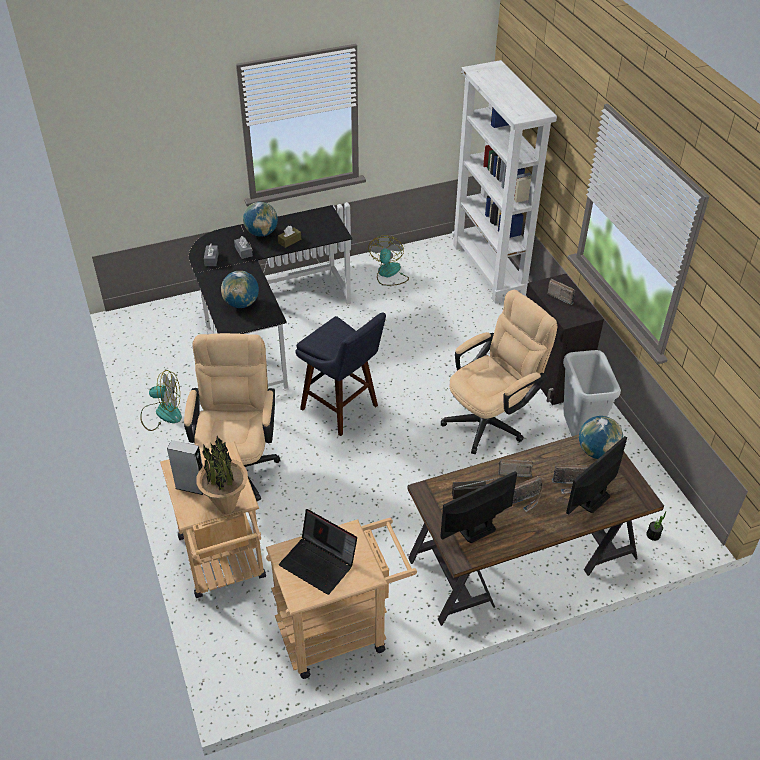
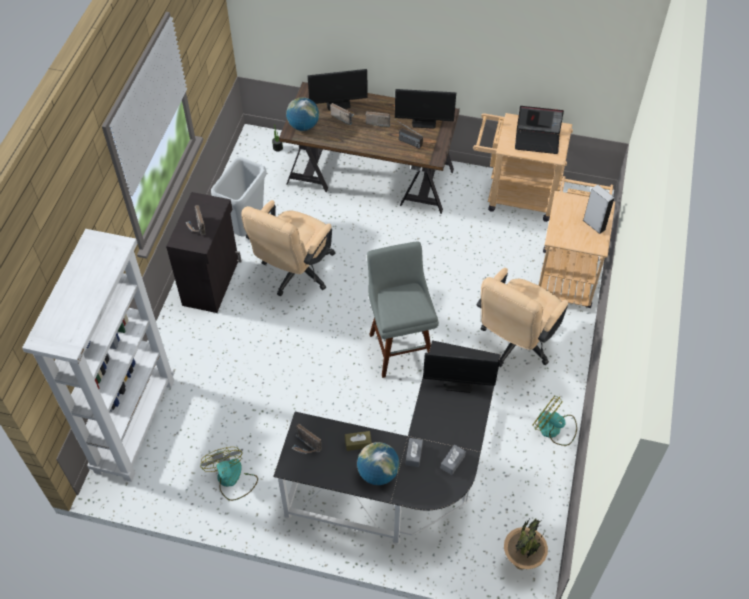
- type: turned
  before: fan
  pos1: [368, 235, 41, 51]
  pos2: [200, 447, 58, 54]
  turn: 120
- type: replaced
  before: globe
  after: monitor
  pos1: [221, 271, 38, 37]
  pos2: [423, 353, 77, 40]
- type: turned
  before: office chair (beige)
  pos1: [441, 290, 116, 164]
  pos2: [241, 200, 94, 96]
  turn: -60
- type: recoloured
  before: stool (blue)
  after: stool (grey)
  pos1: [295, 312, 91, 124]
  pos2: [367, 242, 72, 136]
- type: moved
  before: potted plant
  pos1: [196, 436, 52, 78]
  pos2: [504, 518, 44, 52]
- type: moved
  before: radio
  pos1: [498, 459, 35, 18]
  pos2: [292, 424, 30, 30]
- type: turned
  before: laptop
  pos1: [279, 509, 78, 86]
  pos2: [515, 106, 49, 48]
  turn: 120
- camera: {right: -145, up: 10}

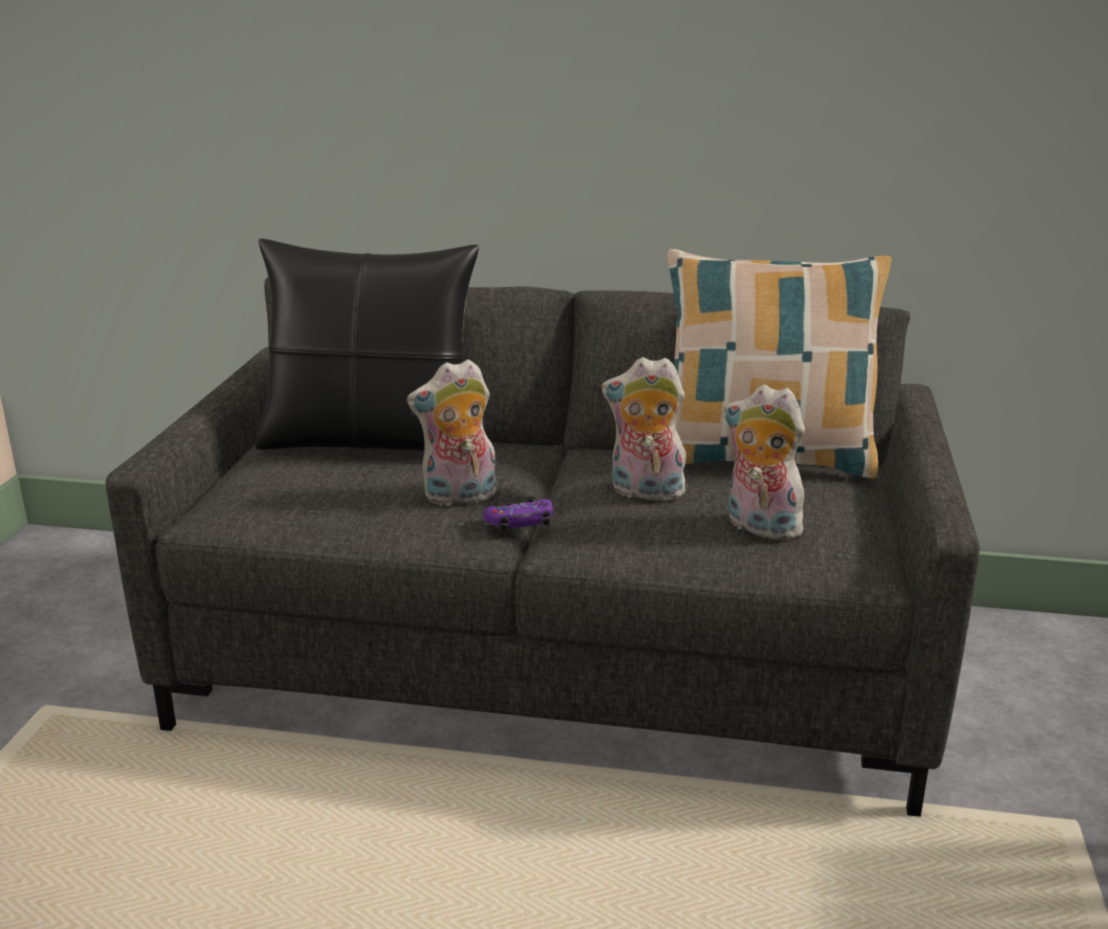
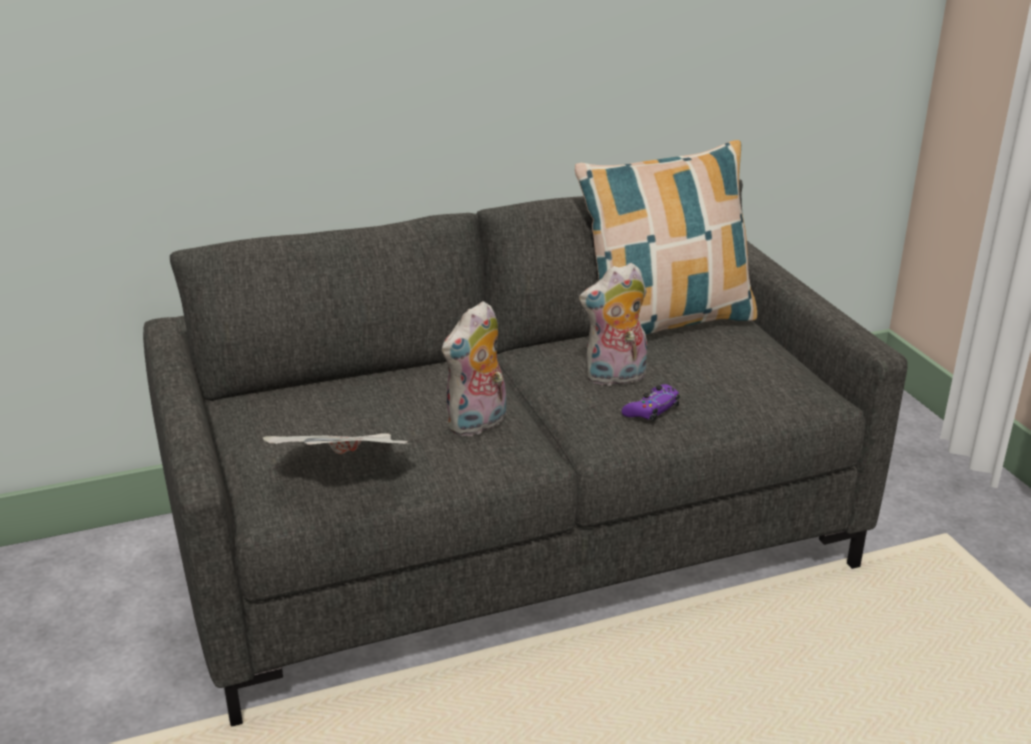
- type: removed
  before: pillow (black)
  pos1: [255, 239, 224, 212]
- type: removed
  before: plush toy
  pos1: [723, 385, 89, 156]
- type: moved
  before: game controller (purple)
  pos1: [483, 496, 70, 35]
  pos2: [622, 384, 58, 37]
- type: added
  after: newspaper
  pos2: [263, 433, 147, 21]
- camera: {right: -30, up: 5}

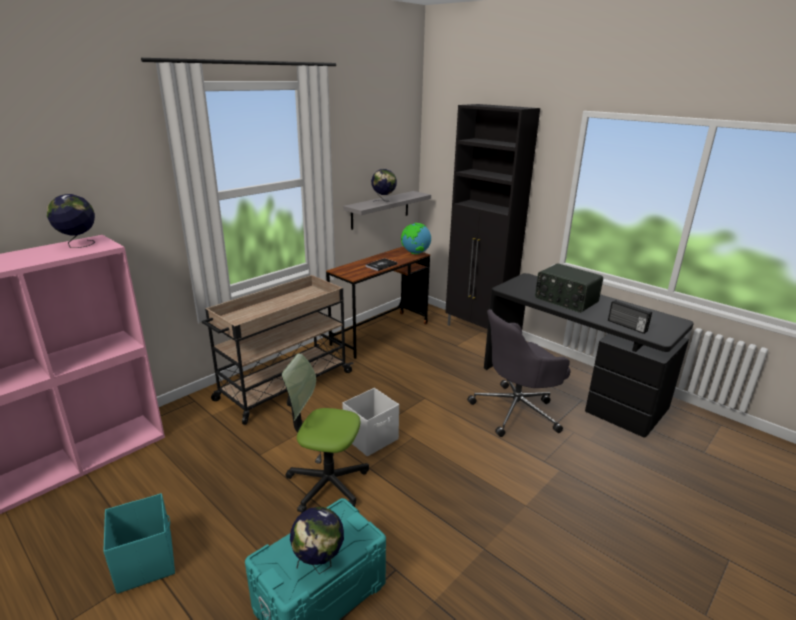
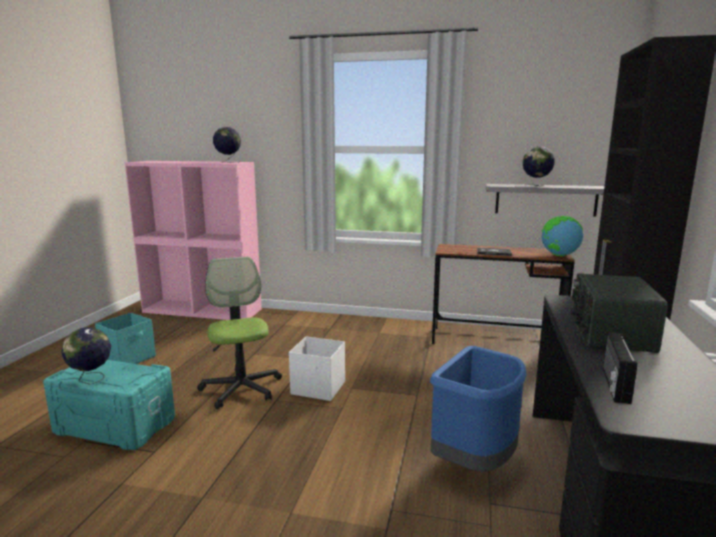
- type: removed
  before: cart (beige)
  pos1: [202, 275, 151, 150]
- type: replaced
  before: office chair (grey)
  after: trash can (blue)
  pos1: [467, 309, 103, 128]
  pos2: [430, 346, 96, 126]
- camera: {right: 60, up: -10}

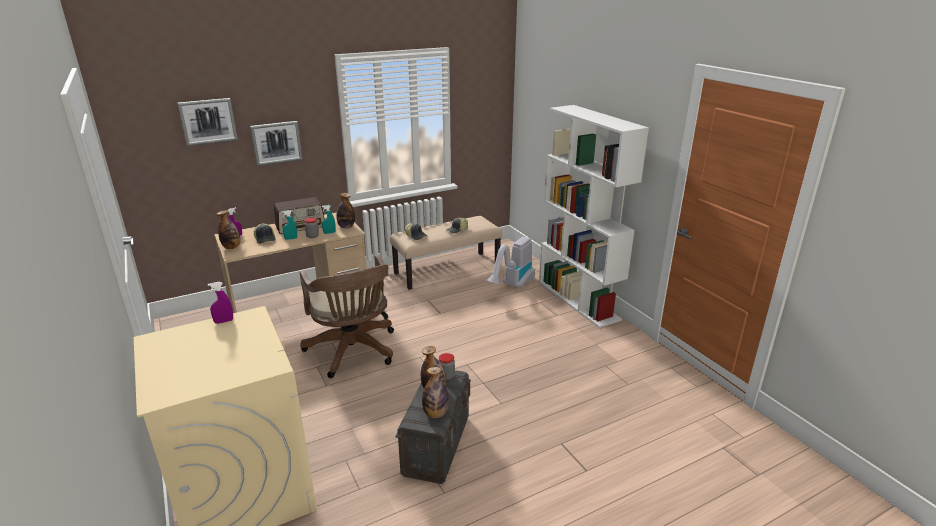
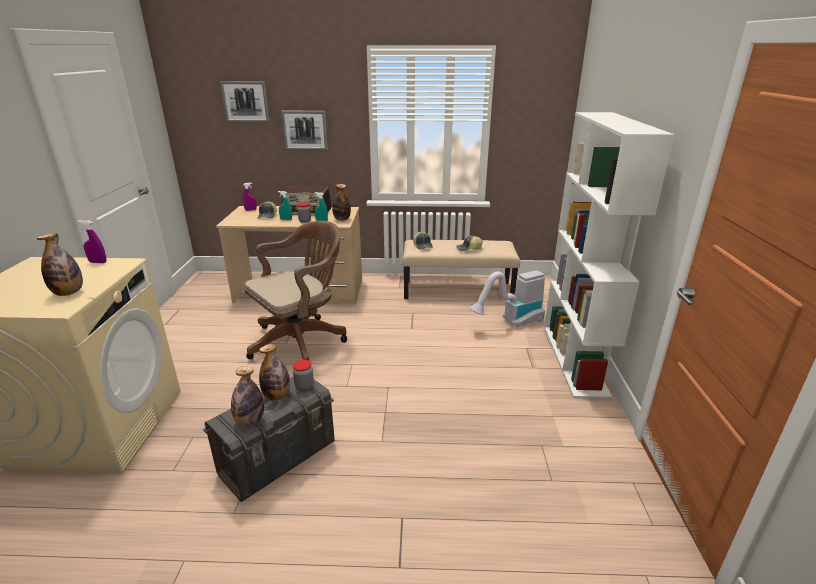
- type: moved
  before: bottle
  pos1: [217, 210, 24, 39]
  pos2: [37, 233, 46, 63]
- type: turned
  before: office chair (brown)
  pos1: [300, 255, 94, 123]
  pos2: [244, 221, 103, 140]
  turn: -135
- camera: {right: 30, up: 0}

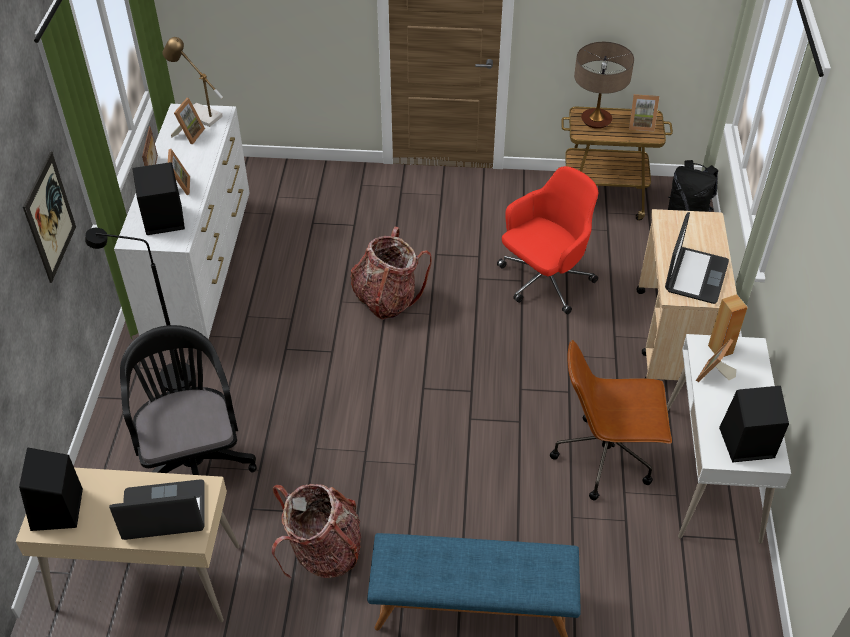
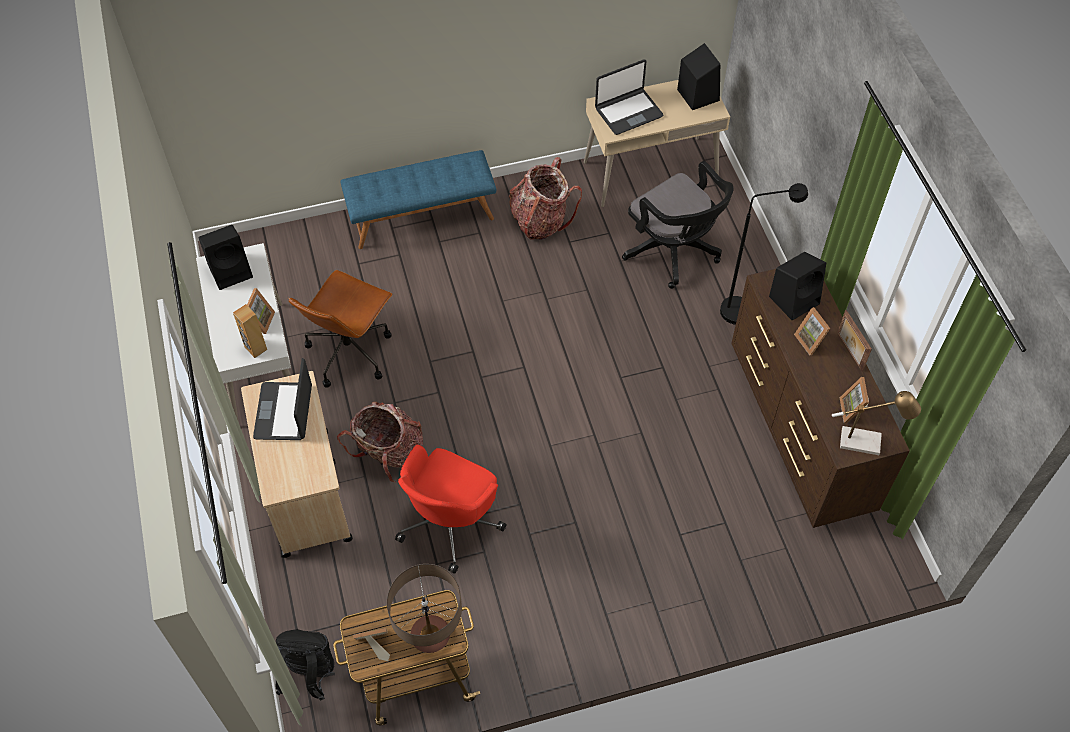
- type: recoloured
  before: dresser (white)
  after: dresser (brown)
  pos1: [114, 104, 136, 235]
  pos2: [731, 269, 179, 259]
- type: removed
  before: picture
  pos1: [23, 151, 53, 132]
- type: moved
  before: backpack
  pos1: [350, 227, 82, 93]
  pos2: [337, 402, 86, 81]
- type: turned
  before: office chair (brown)
  pos1: [550, 340, 122, 160]
  pos2: [288, 270, 105, 118]
  turn: 135
- camera: {right: 160, up: 10}

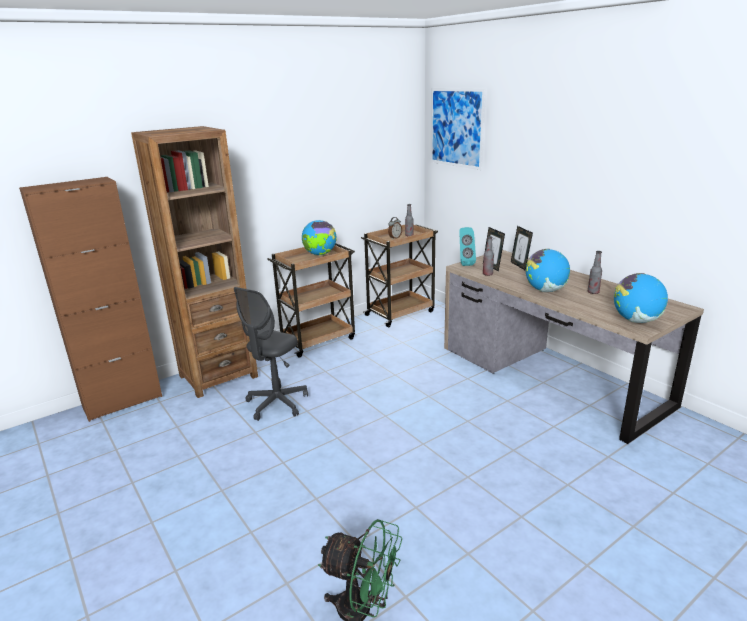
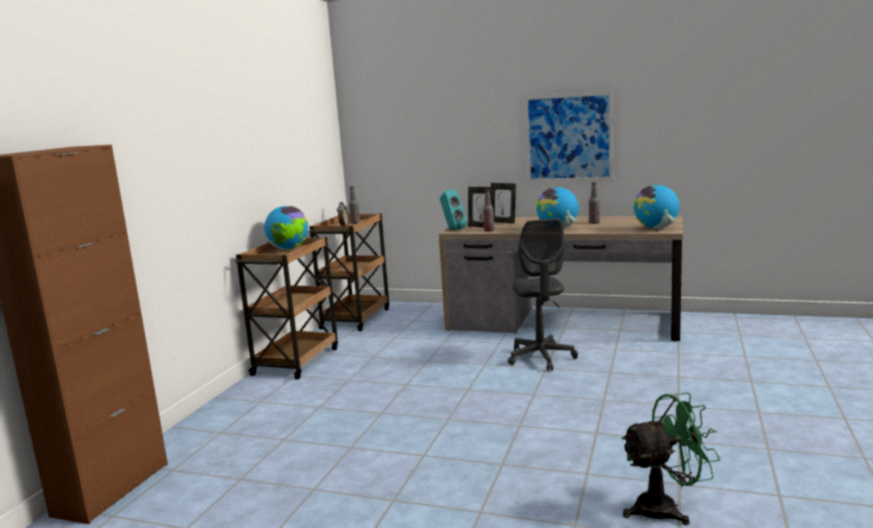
- type: moved
  before: picture
  pos1: [430, 88, 56, 82]
  pos2: [525, 91, 88, 91]
- type: removed
  before: bookcase (brown)
  pos1: [131, 126, 127, 272]
- type: moved
  before: office chair (grey)
  pos1: [234, 287, 74, 134]
  pos2: [508, 218, 70, 153]
- camera: {right: -35, up: -10}

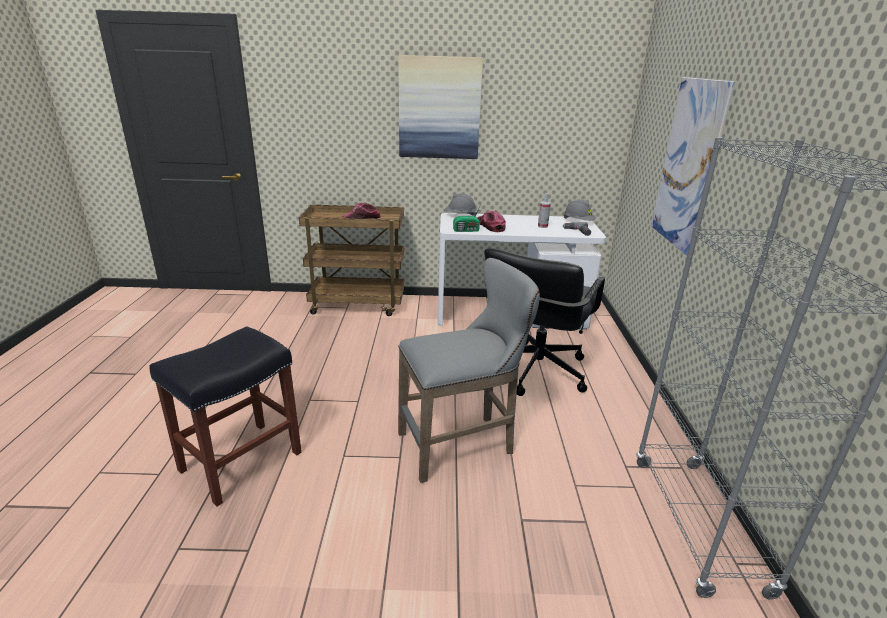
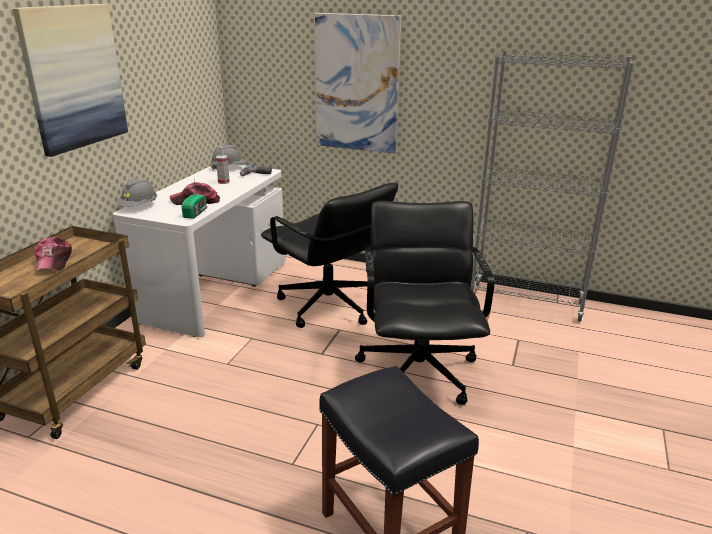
- type: replaced
  before: stool (grey)
  after: office chair (black)
  pos1: [398, 258, 142, 225]
  pos2: [355, 201, 139, 204]
- camera: {right: -70, up: 0}

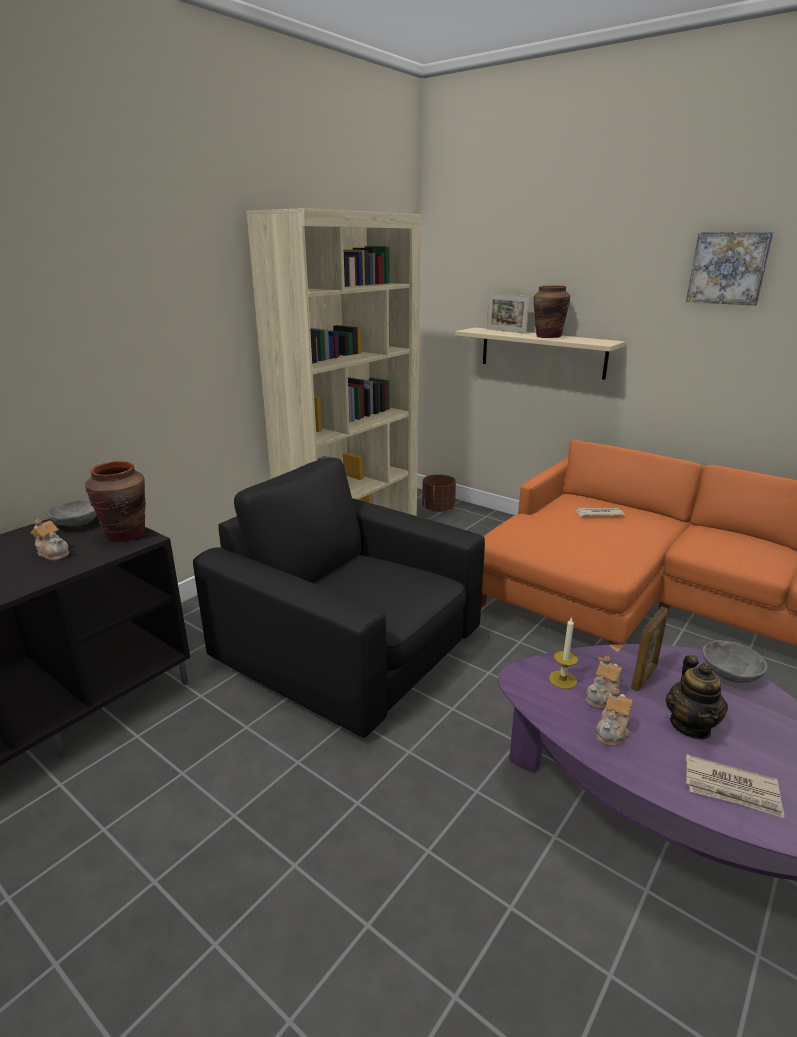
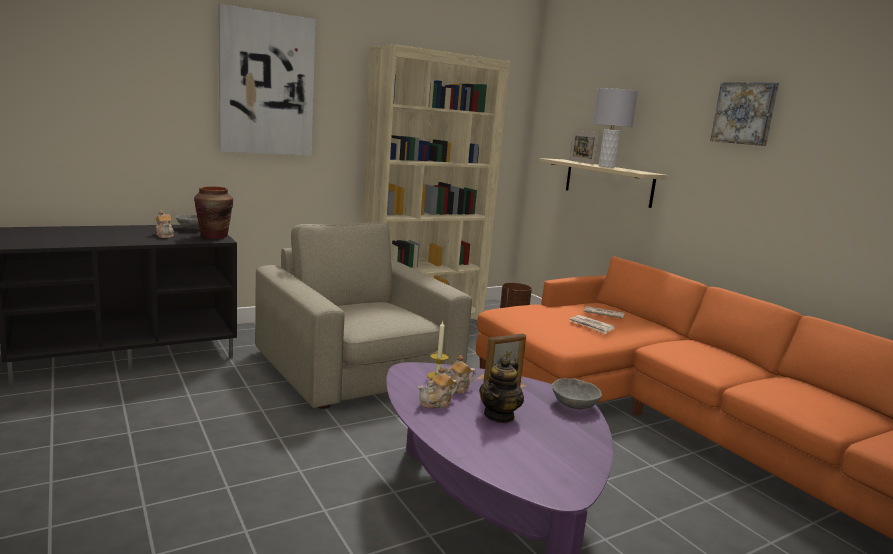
- type: replaced
  before: vase (brown)
  after: table lamp (grey)
  pos1: [533, 286, 37, 52]
  pos2: [593, 88, 45, 80]
- type: recoloured
  before: armchair (black)
  after: armchair (beige)
  pos1: [193, 458, 292, 280]
  pos2: [255, 222, 217, 187]
- type: moved
  before: newspaper
  pos1: [686, 755, 98, 63]
  pos2: [570, 315, 45, 19]
- type: added
  after: picture
  pos2: [218, 4, 98, 152]
- camera: {right: 20, up: -10}

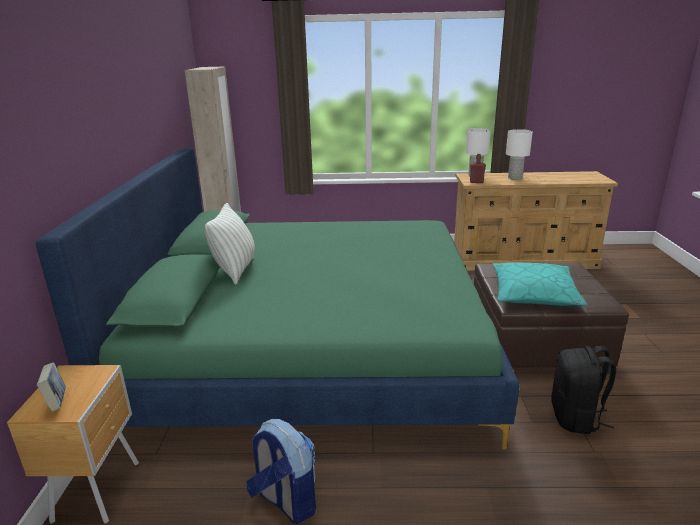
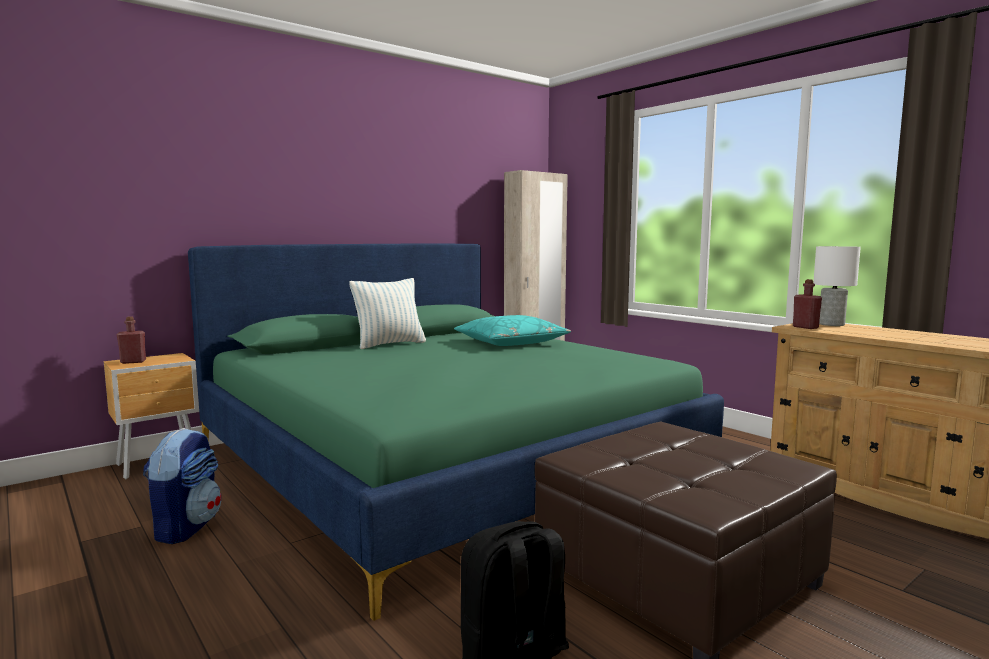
- type: removed
  before: table lamp (white)
  pos1: [506, 129, 27, 51]
- type: moved
  before: pillow (turquoise)
  pos1: [492, 262, 95, 44]
  pos2: [454, 315, 117, 31]
- type: replaced
  before: book
  after: bottle (red)
  pos1: [37, 362, 29, 50]
  pos2: [116, 316, 30, 48]
- camera: {right: 50, up: -15}

